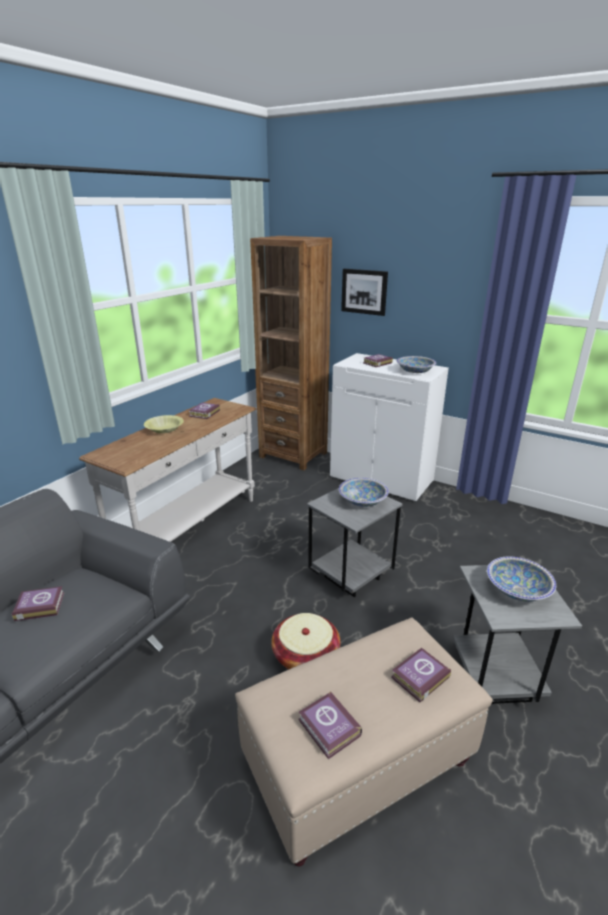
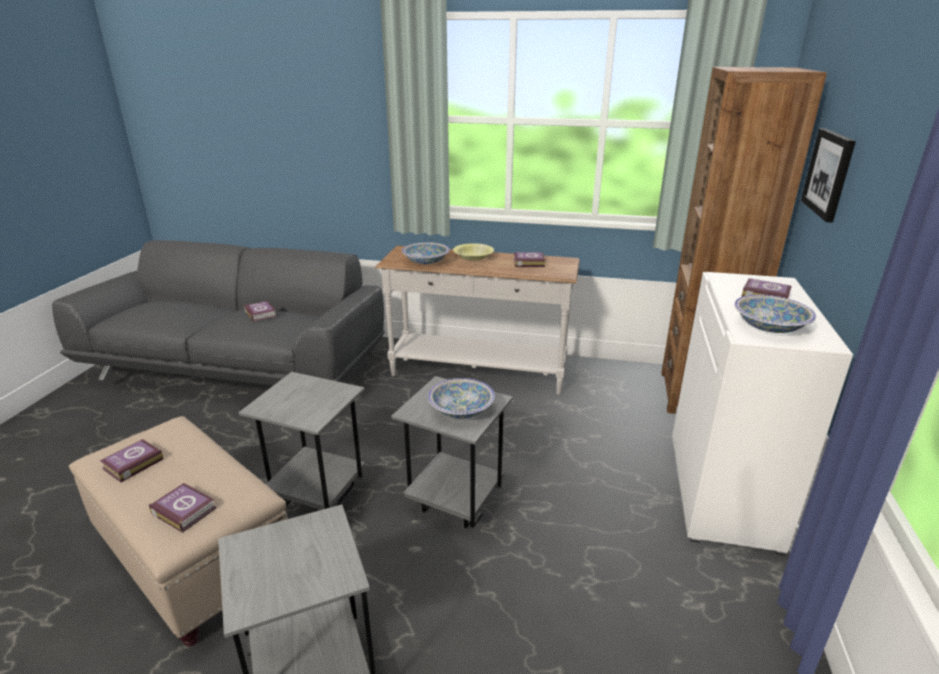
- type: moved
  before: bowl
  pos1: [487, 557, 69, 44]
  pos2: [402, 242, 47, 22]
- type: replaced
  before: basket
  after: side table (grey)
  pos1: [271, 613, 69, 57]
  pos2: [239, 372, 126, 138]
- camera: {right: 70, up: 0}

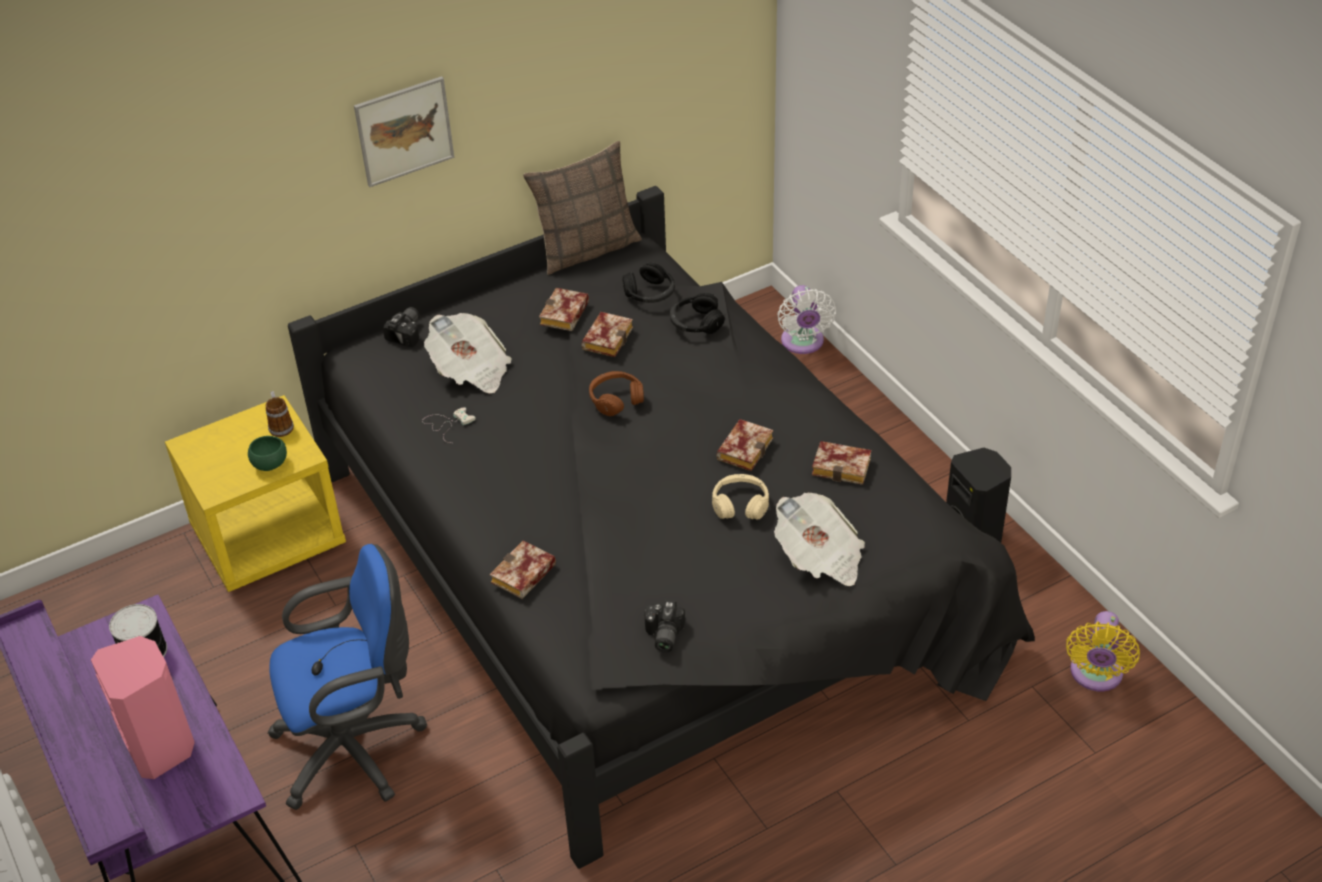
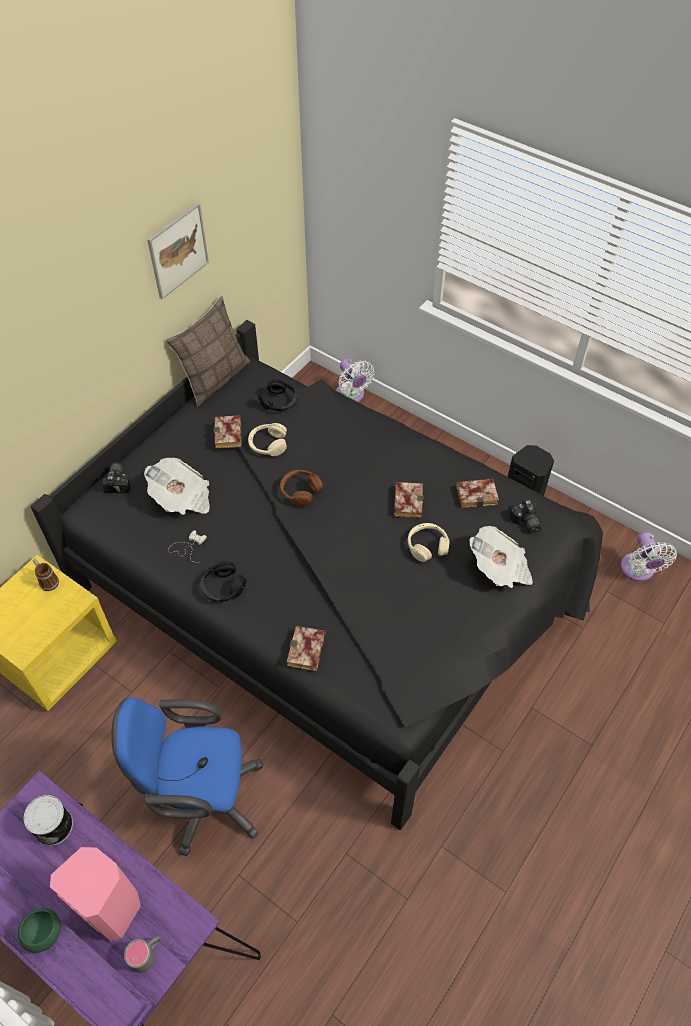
- type: moved
  before: picture
  pos1: [354, 76, 100, 111]
  pos2: [147, 202, 62, 97]
- type: moved
  before: headphones (black)
  pos1: [670, 293, 55, 41]
  pos2: [200, 561, 46, 41]
- type: replaced
  before: book
  after: headphones (beige)
  pos1: [581, 312, 52, 45]
  pos2: [248, 423, 39, 33]
- type: moved
  before: bowl (green)
  pos1: [248, 436, 39, 35]
  pos2: [18, 908, 43, 45]
- type: turned
  before: office chair (blue)
  pos1: [268, 544, 159, 266]
  pos2: [111, 698, 153, 158]
  turn: -135
- type: moved
  before: photo camera
  pos1: [644, 601, 41, 52]
  pos2: [509, 499, 32, 34]
- type: recoloured
  before: fan (yellow)
  after: fan (white)
  pos1: [1066, 611, 74, 80]
  pos2: [621, 532, 56, 50]
- type: added
  after: mug (grey)
  pos2: [124, 936, 37, 37]
- camera: {right: -25, up: 10}

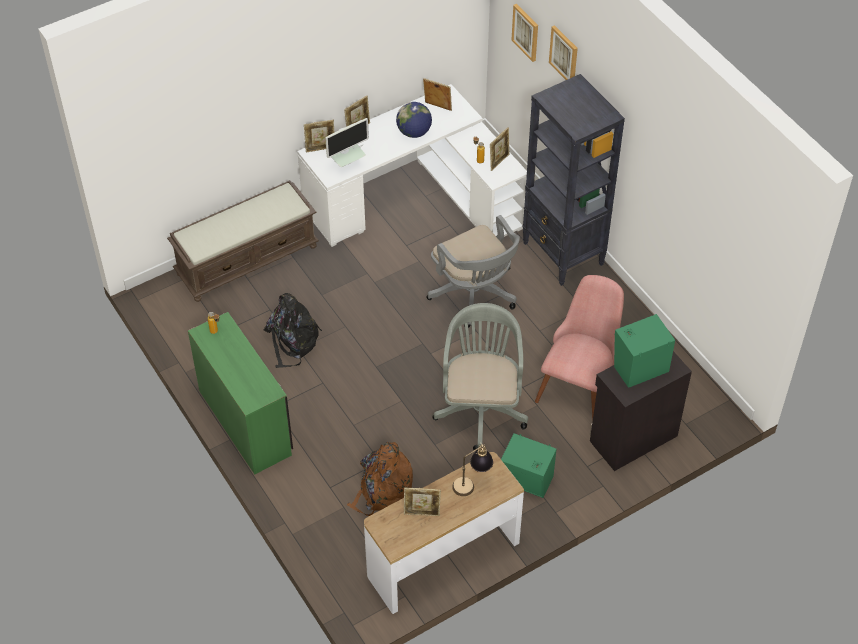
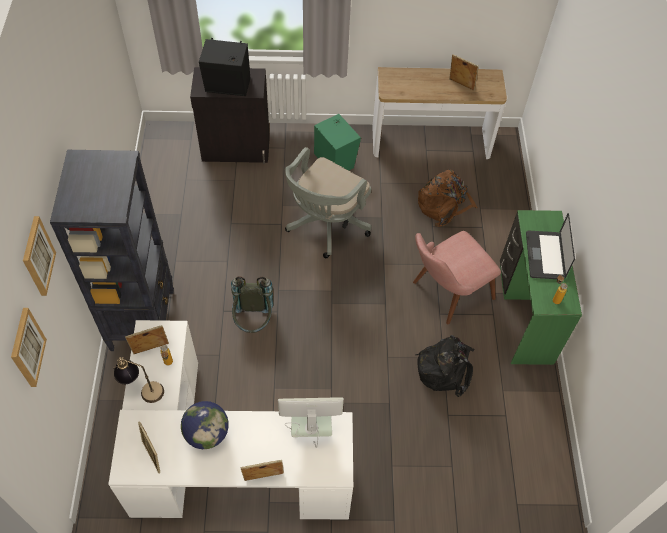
- type: removed
  before: picture frame
  pos1: [304, 120, 30, 33]
- type: removed
  before: bench (brown)
  pos1: [167, 180, 152, 122]
- type: replaced
  before: office chair (grey)
  after: backpack (grey)
  pos1: [426, 215, 94, 113]
  pos2: [231, 276, 43, 57]
- type: moved
  before: chair (pink)
  pos1: [535, 275, 89, 145]
  pos2: [413, 231, 88, 94]
- type: recoloured
  before: speaker (green)
  after: speaker (black)
  pos1: [614, 314, 61, 74]
  pos2: [199, 38, 52, 58]
- type: moved
  before: table lamp
  pos1: [452, 442, 41, 54]
  pos2: [113, 357, 51, 46]
- type: added
  after: laptop
  pos2: [526, 213, 49, 66]
- camera: {right: -150, up: 5}

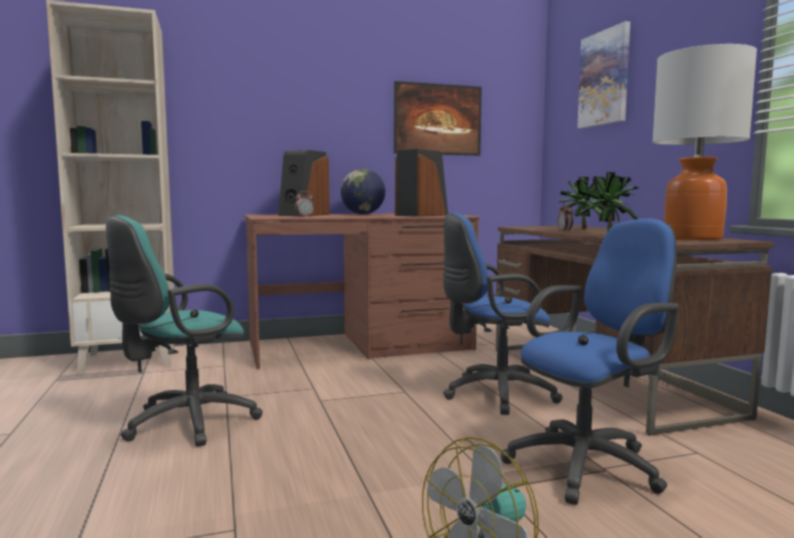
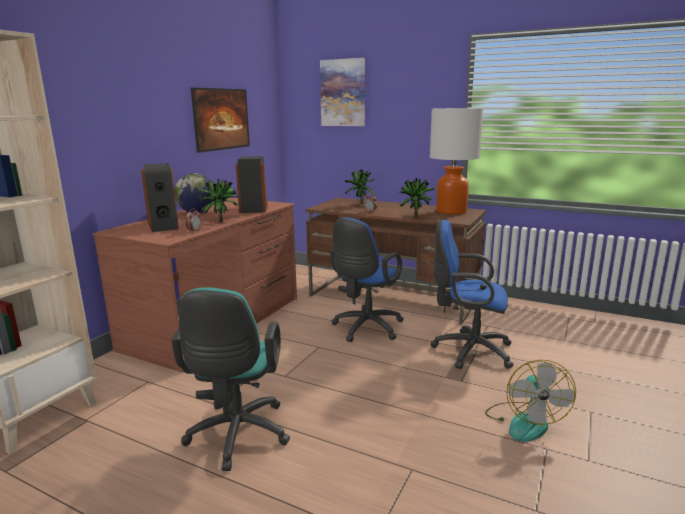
- type: turned
  before: office chair (blue)
  pos1: [501, 218, 178, 287]
  pos2: [431, 220, 83, 149]
  turn: -90
- type: added
  after: potted plant
  pos2: [200, 179, 40, 43]
- camera: {right: -45, up: 10}

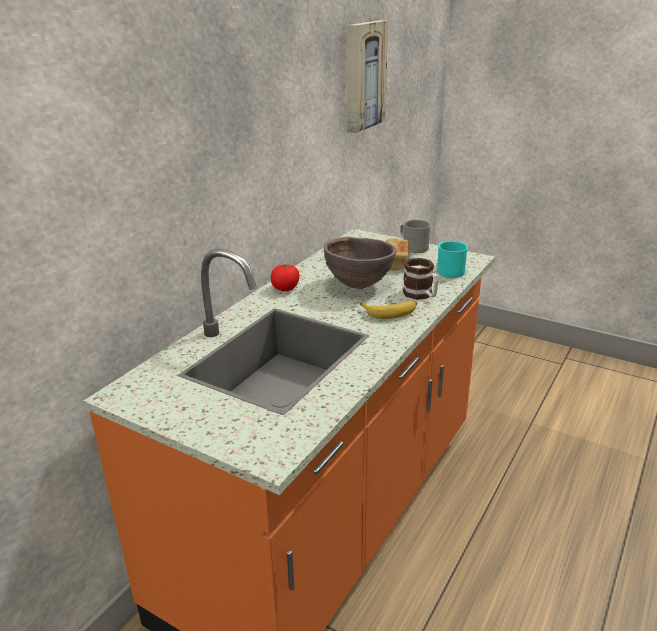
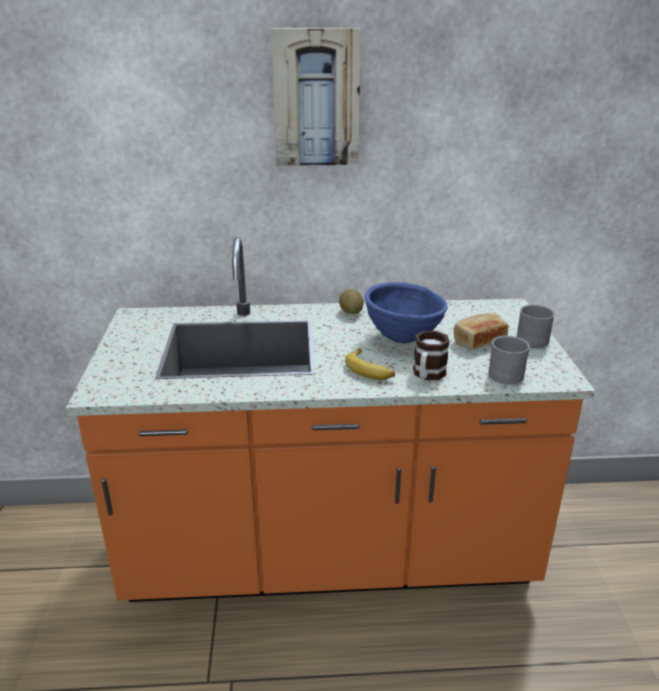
- type: moved
  before: picture
  pos1: [347, 20, 41, 113]
  pos2: [271, 28, 90, 138]
- type: recoloured
  before: bowl (brown)
  after: bowl (blue)
  pos1: [324, 237, 73, 52]
  pos2: [365, 282, 83, 62]
- type: recoloured
  before: mug (turquoise)
  after: mug (grey)
  pos1: [437, 241, 31, 37]
  pos2: [488, 336, 42, 48]
- type: replaced
  before: tomato
  after: potato
  pos1: [271, 264, 29, 27]
  pos2: [339, 289, 25, 25]
- camera: {right: 55, up: 0}

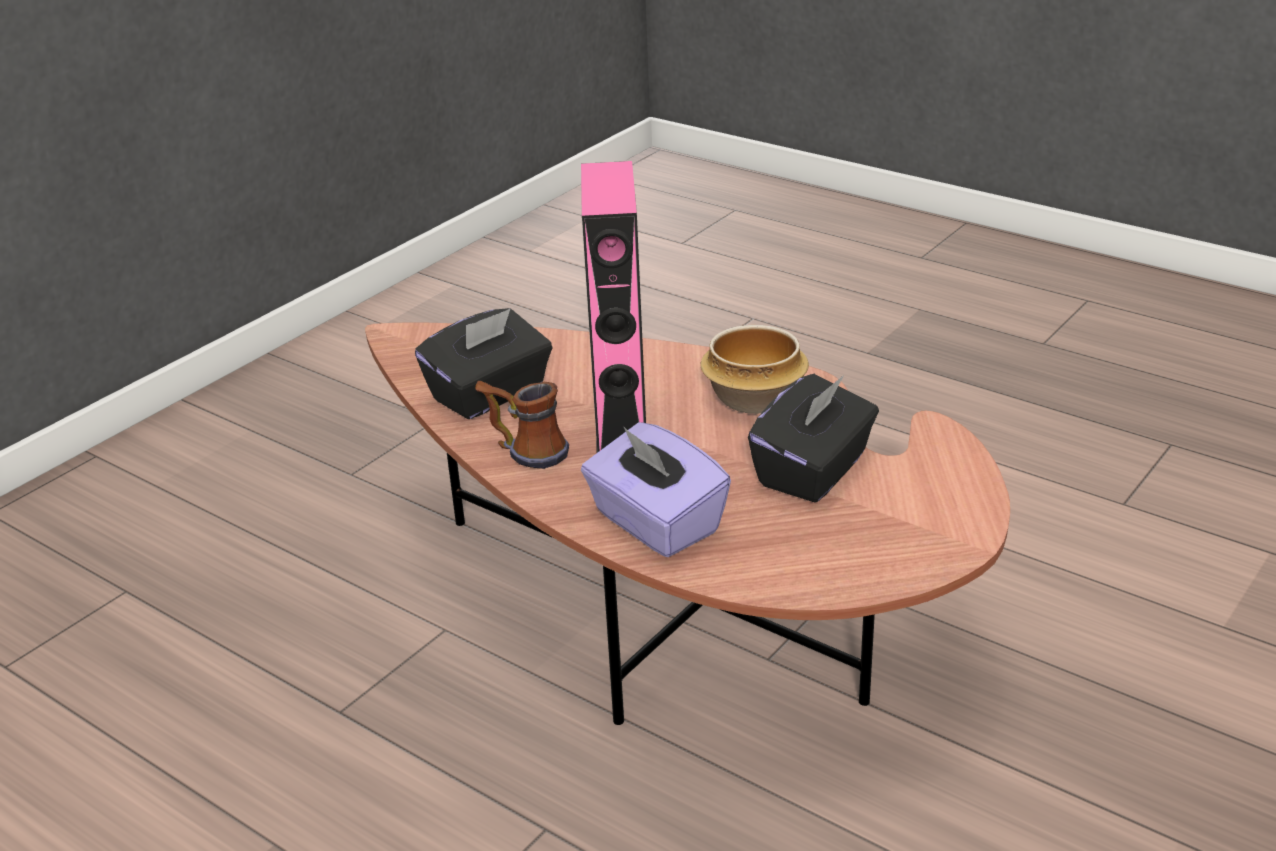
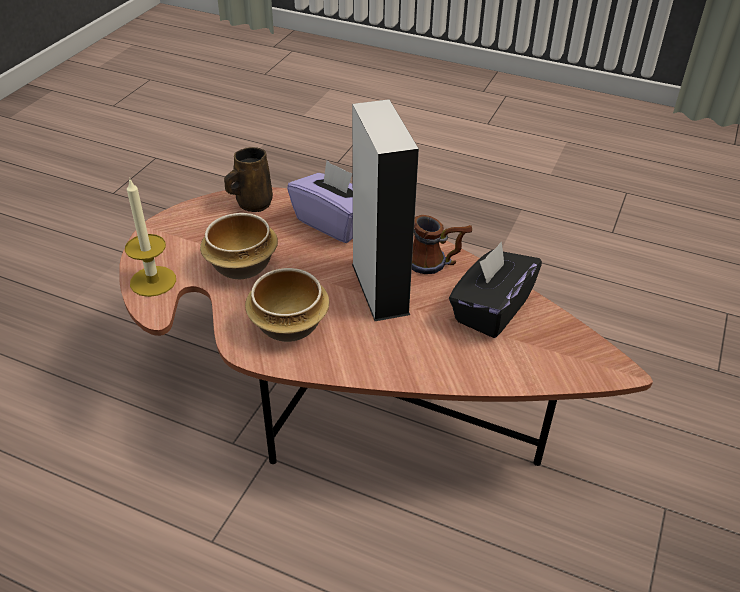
- type: recoloured
  before: speaker (pink)
  after: speaker (grey)
  pos1: [581, 161, 65, 292]
  pos2: [352, 99, 67, 222]
- type: replaced
  before: tissue box (black)
  after: bowl
  pos1: [748, 374, 131, 128]
  pos2: [200, 213, 78, 66]
- type: added
  after: mug (brown)
  pos2: [224, 147, 49, 65]
- type: added
  after: candle
  pos2: [125, 178, 51, 119]
- camera: {right: 165, up: 10}

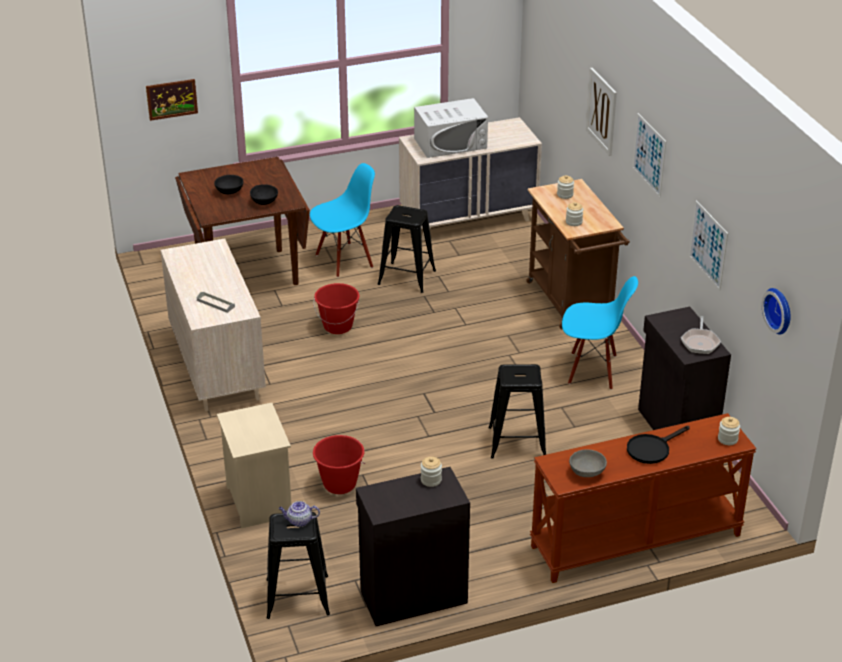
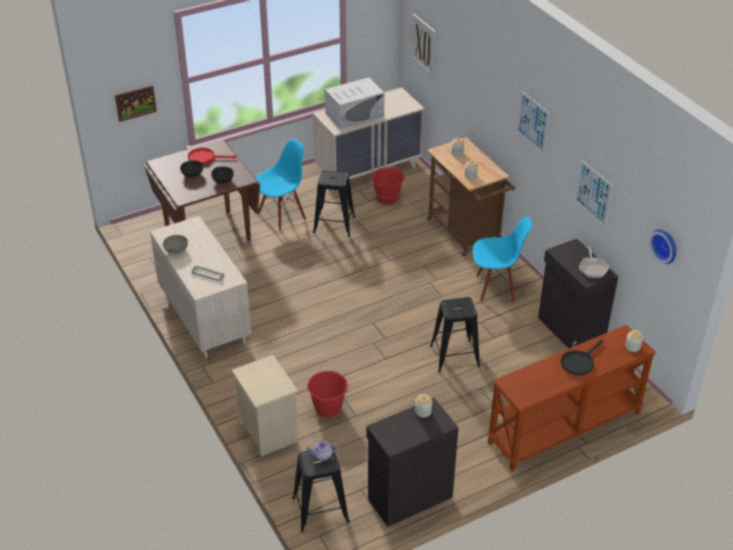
- type: moved
  before: picture
  pos1: [586, 68, 31, 88]
  pos2: [411, 14, 25, 63]
- type: moved
  before: bucket (red)
  pos1: [314, 283, 45, 51]
  pos2: [371, 167, 34, 38]
- type: moved
  before: bowl (grey)
  pos1: [569, 449, 38, 28]
  pos2: [163, 235, 25, 19]
- type: added
  after: frying pan (red)
  pos2: [188, 148, 49, 16]
- camera: {right: -10, up: 5}

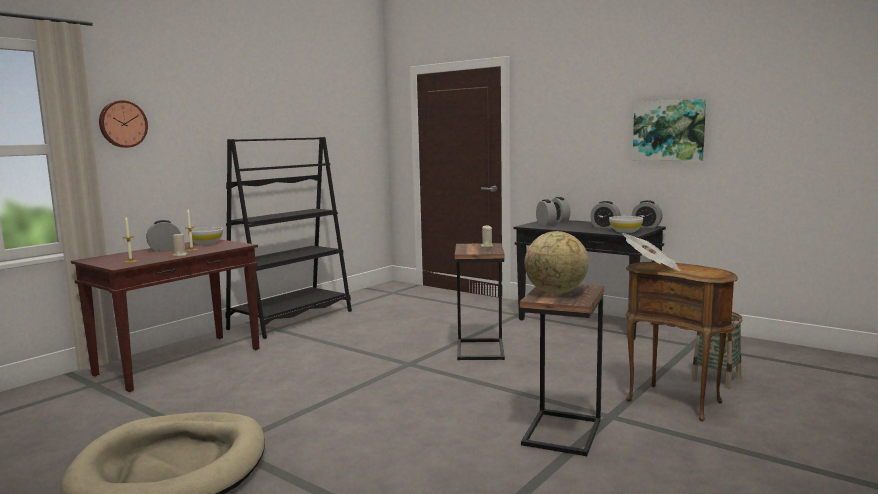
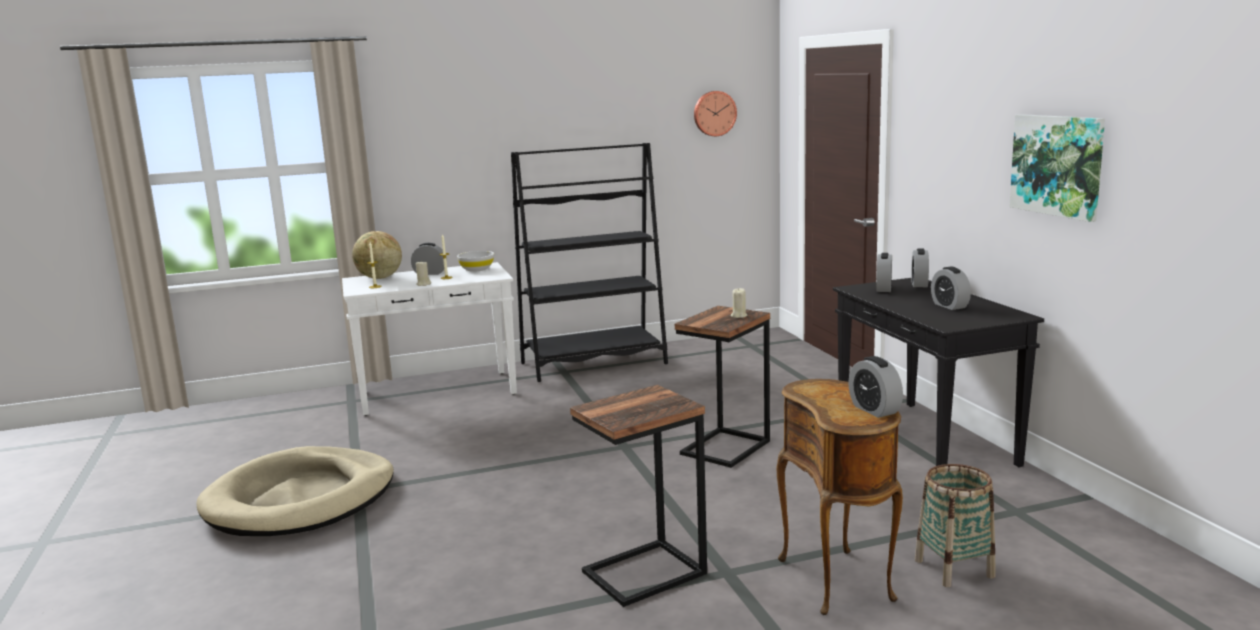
- type: moved
  before: wall clock
  pos1: [99, 100, 49, 48]
  pos2: [694, 91, 43, 45]
- type: moved
  before: alarm clock
  pos1: [631, 200, 32, 28]
  pos2: [848, 356, 55, 62]
- type: removed
  before: bowl (white)
  pos1: [609, 216, 34, 17]
- type: moved
  before: globe
  pos1: [525, 231, 64, 63]
  pos2: [352, 231, 50, 48]
- type: removed
  before: newspaper
  pos1: [622, 233, 59, 38]
- type: recoloured
  before: console table (brown)
  after: console table (white)
  pos1: [71, 239, 188, 153]
  pos2: [342, 262, 175, 154]
- camera: {right: 35, up: 5}

